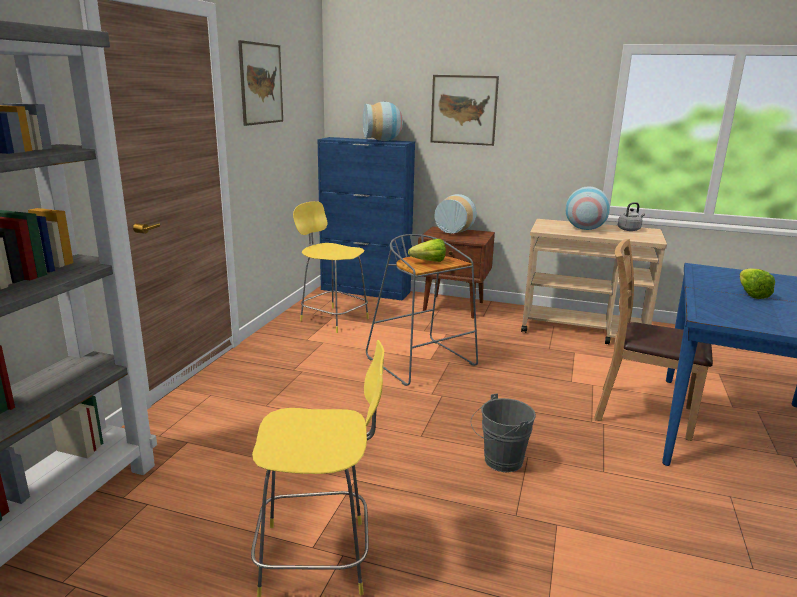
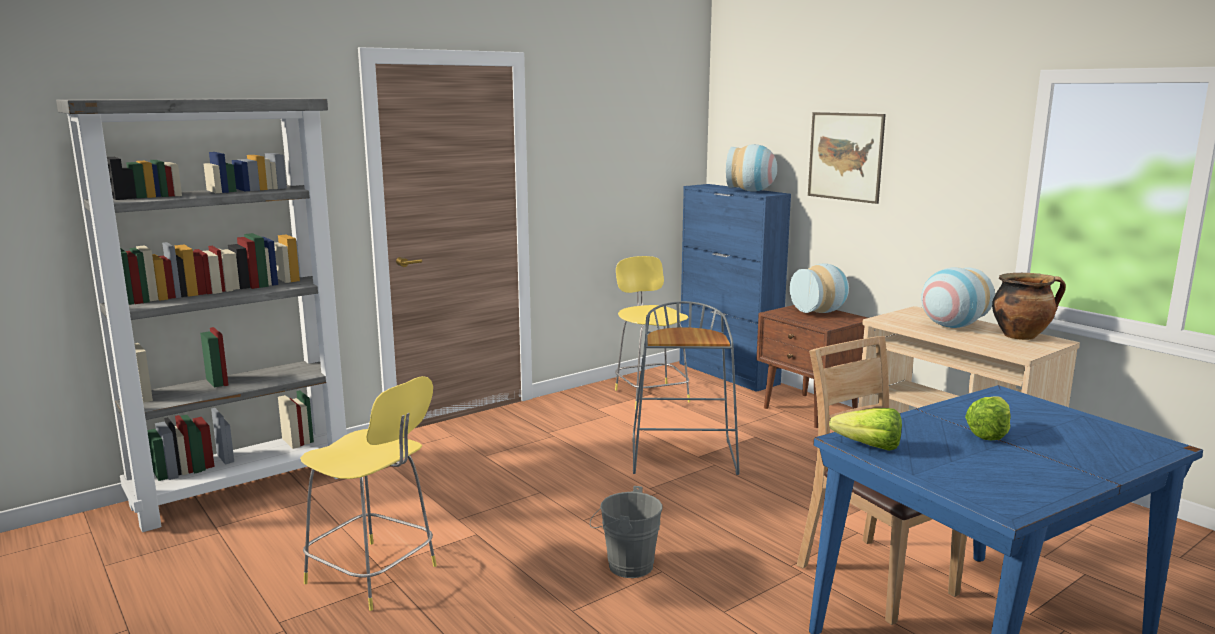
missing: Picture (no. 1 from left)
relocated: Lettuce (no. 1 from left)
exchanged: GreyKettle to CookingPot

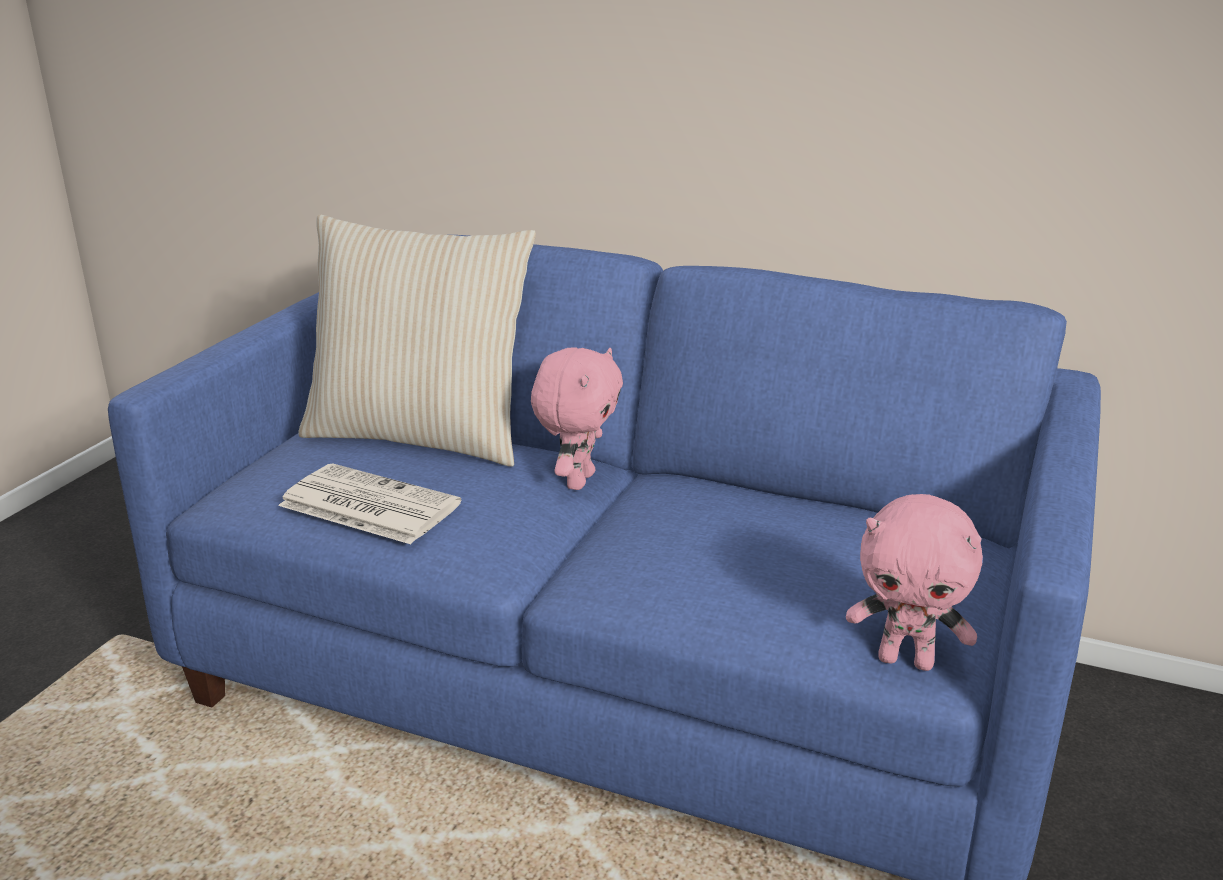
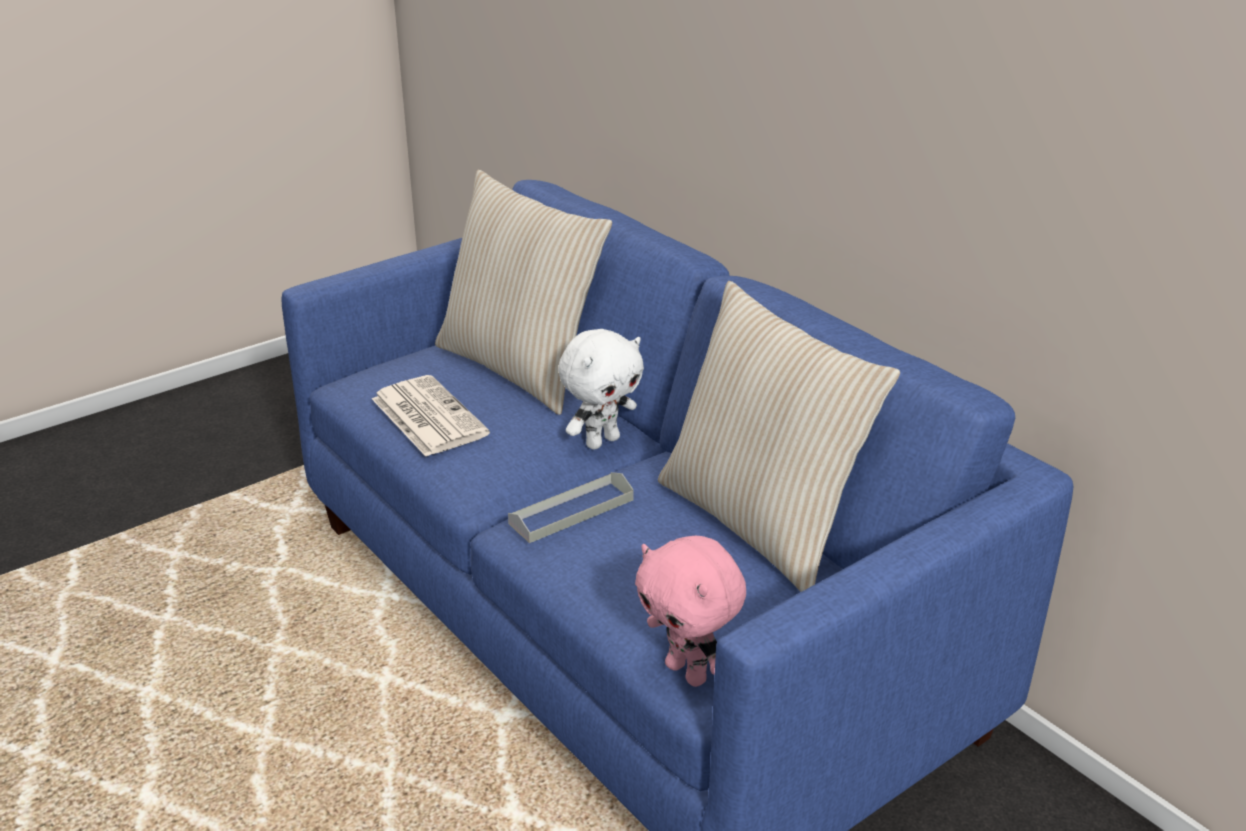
appeared: GreyTray; BeigePillow (no. 2 from left)
colour: PinkPlushToy (no. 1 from left) to WhitePlushToy

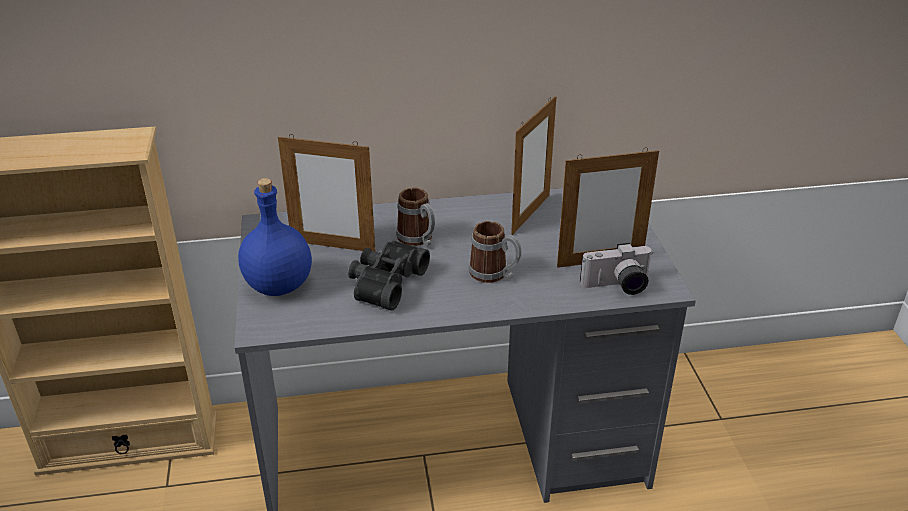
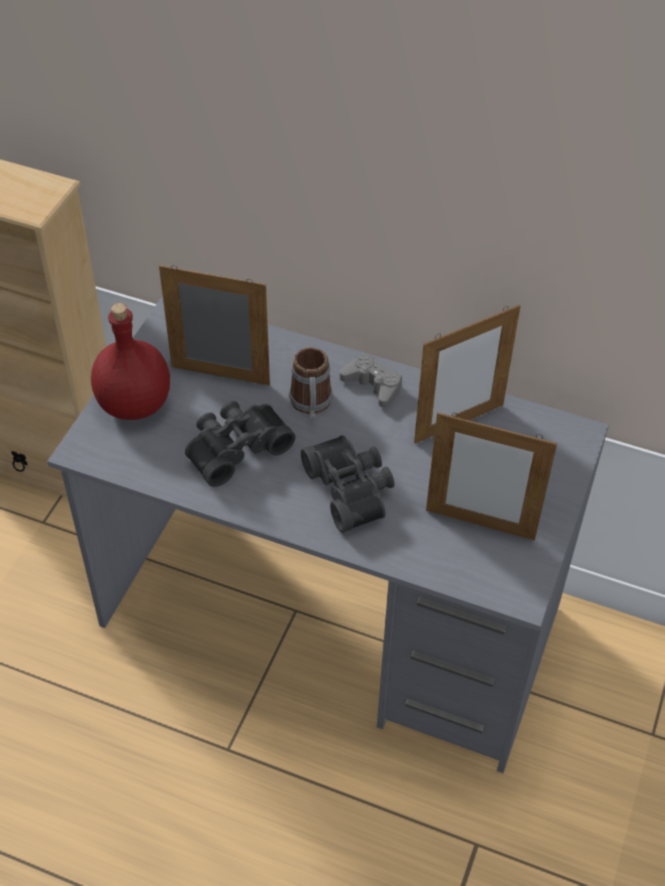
missing: PhotoCamera
appeared: GreyGameController
exchanged: Mug (no. 2 from left) to BlackBinoculars (no. 2 from left)
colour: BlueBottle to RedBottle
spun: PictureFrame (no. 1 from left) 150 degrees clockwise

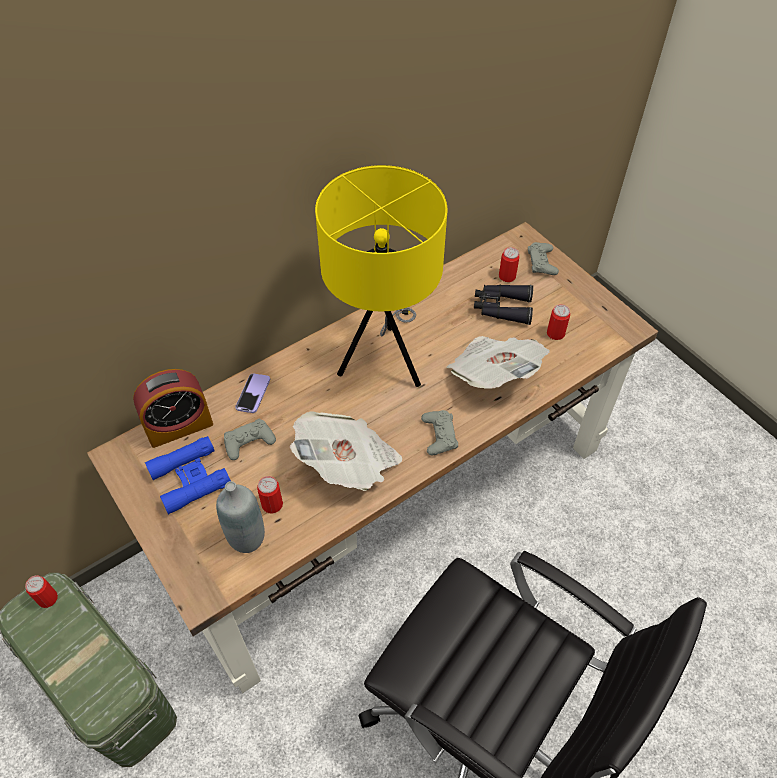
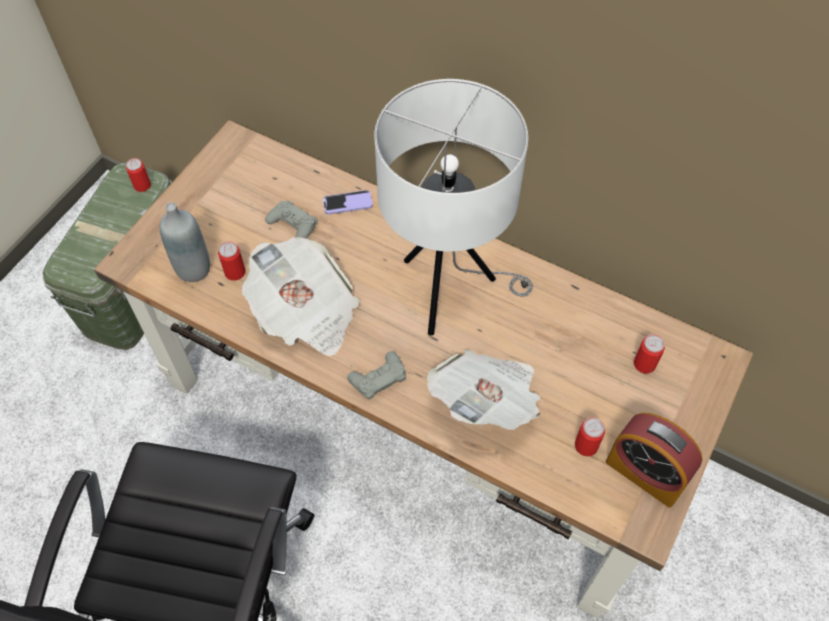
missing: BlueBinoculars; BlackBinoculars; GreyGameController (no. 3 from left)
relocated: AlarmClock
colour: YellowTableLamp to WhiteTableLamp

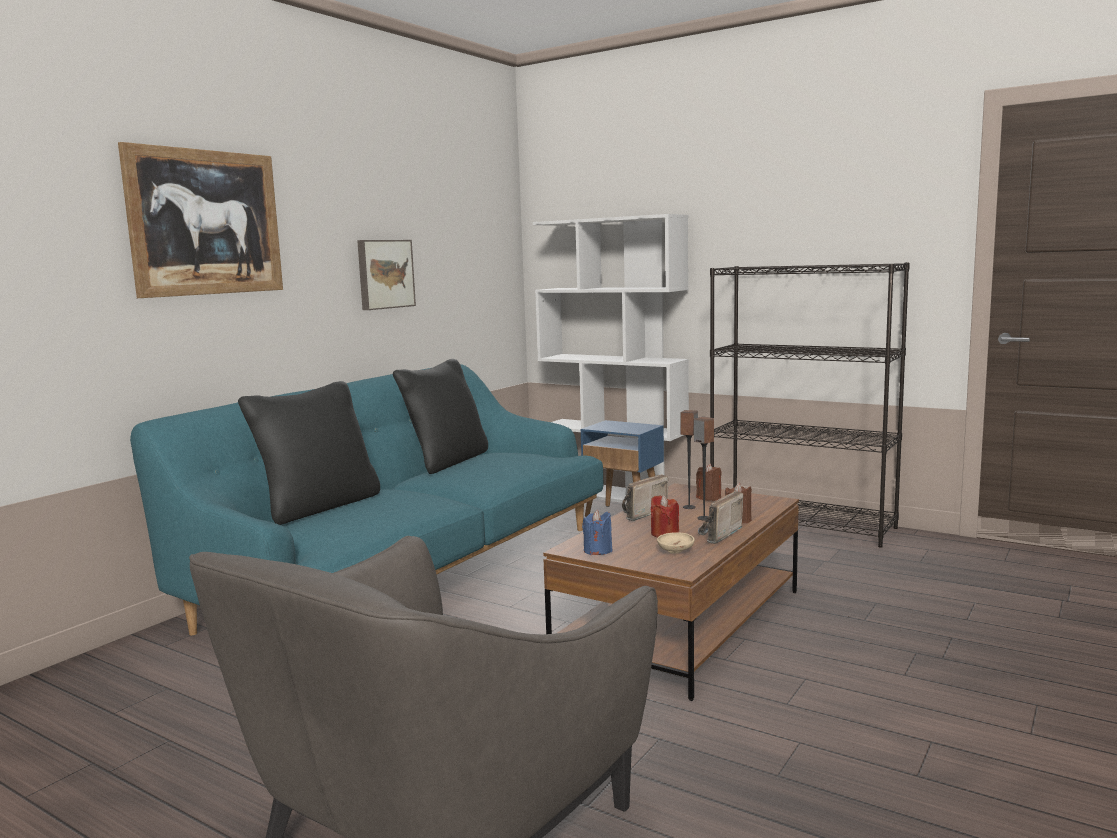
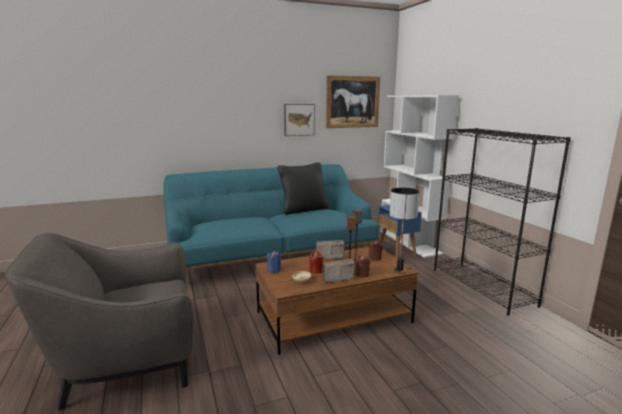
missing: BlackPillow (no. 1 from left)
appeared: TableLamp
relocated: Picture (no. 1 from left in the first image) to Picture (no. 2 from left)

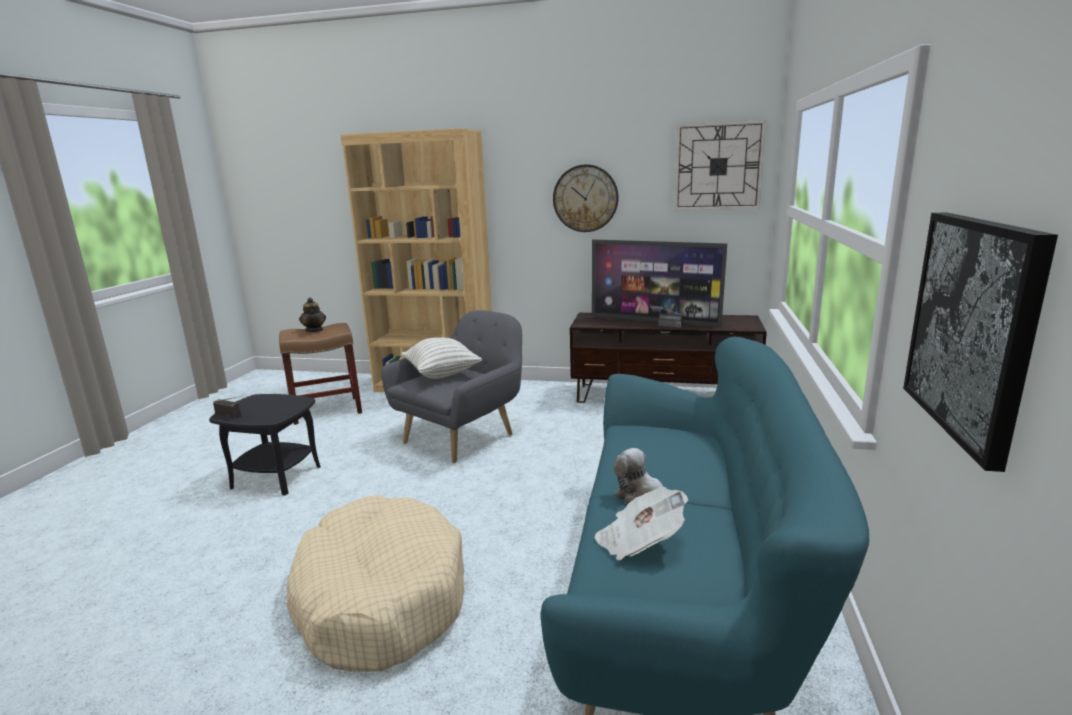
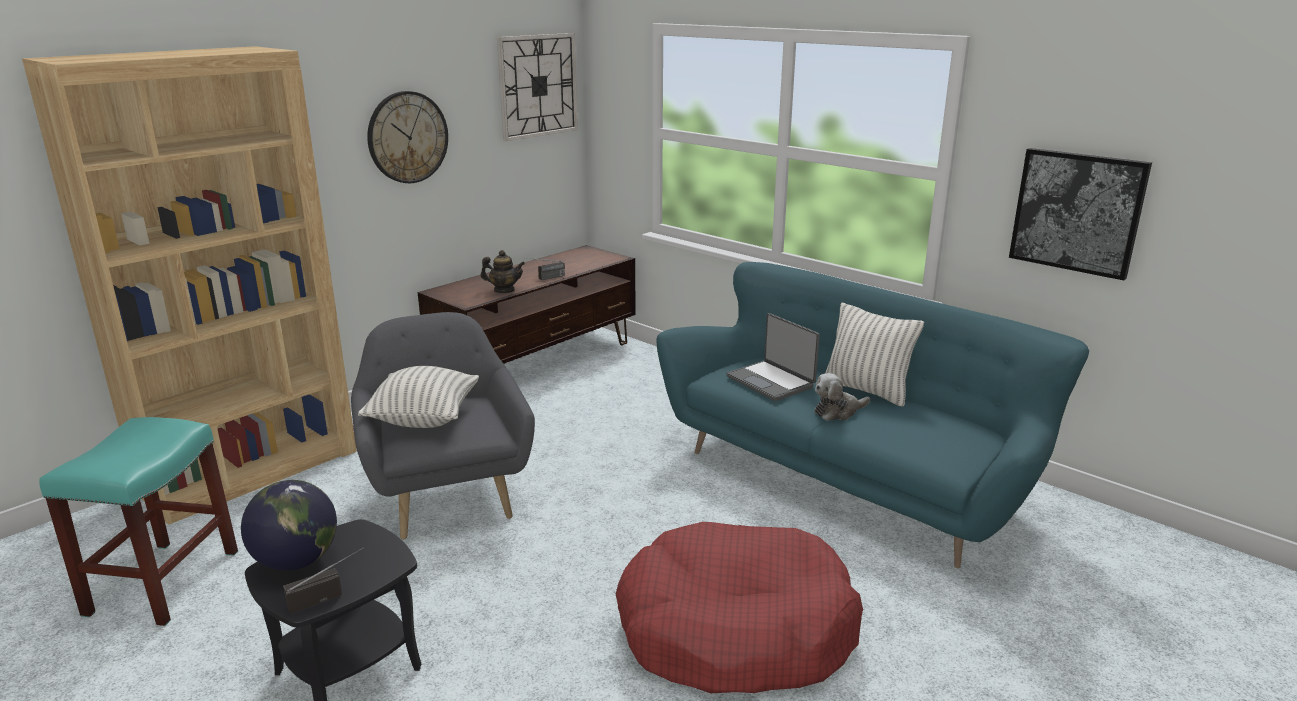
missing: Television; Newspaper
appeared: Globe; Laptop; Pillow (no. 2 from left)
relocated: Teapot
colour: BrownStool to TurquoiseStool; BeigeDogBed to RedDogBed

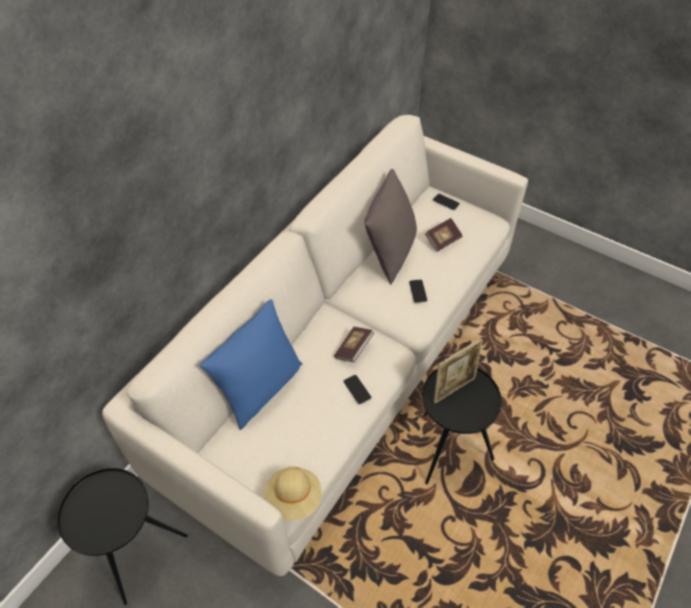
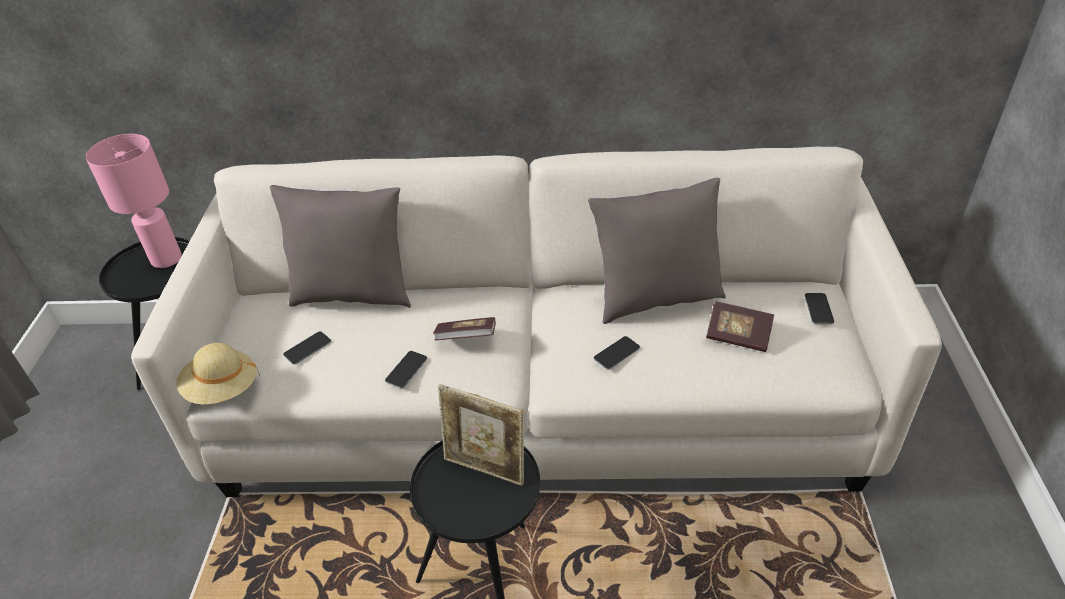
appeared: PinkTableLamp; Phone (no. 1 from left)
colour: BluePillow to GreyPillow (no. 1 from left)

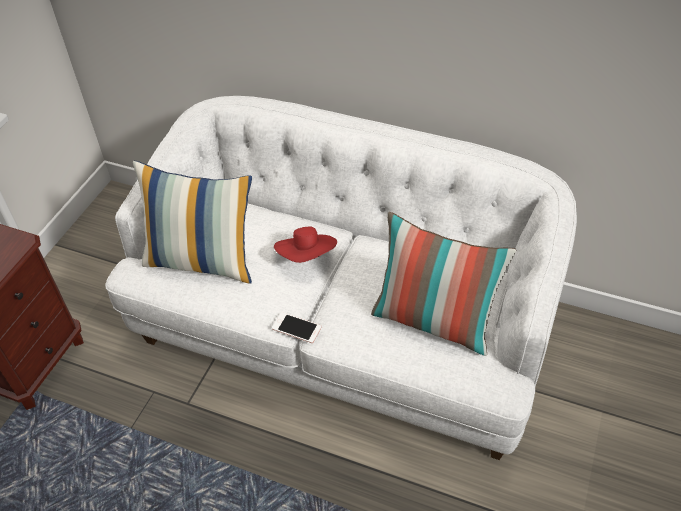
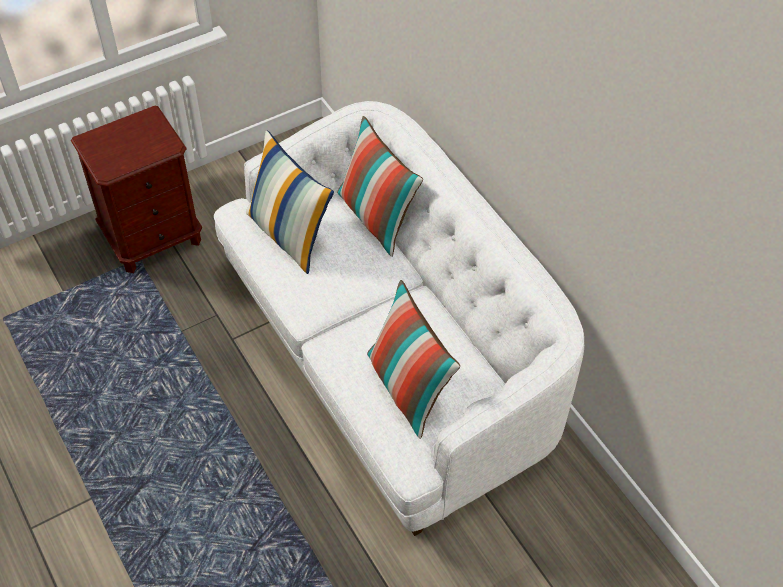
missing: Phone; RedHat
appeared: Pillow (no. 2 from left)

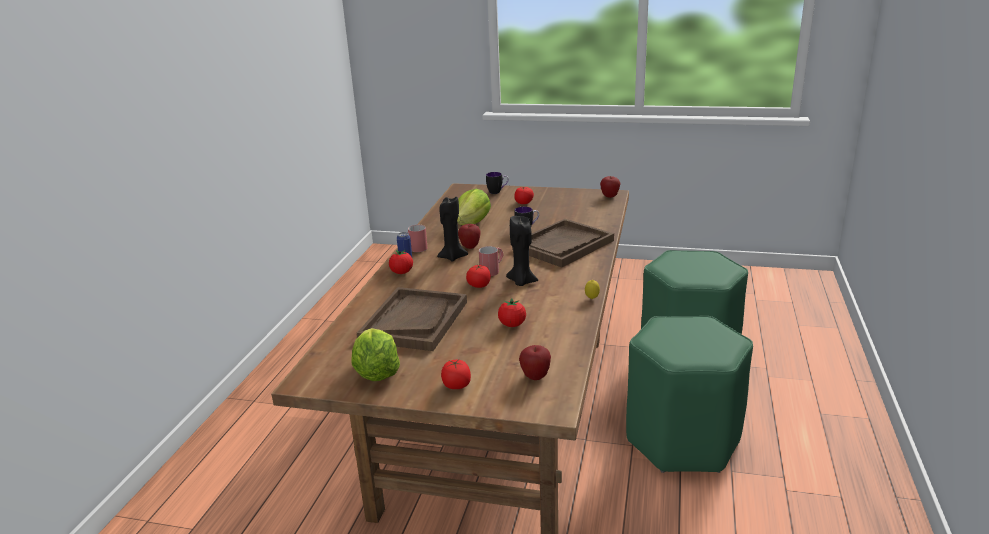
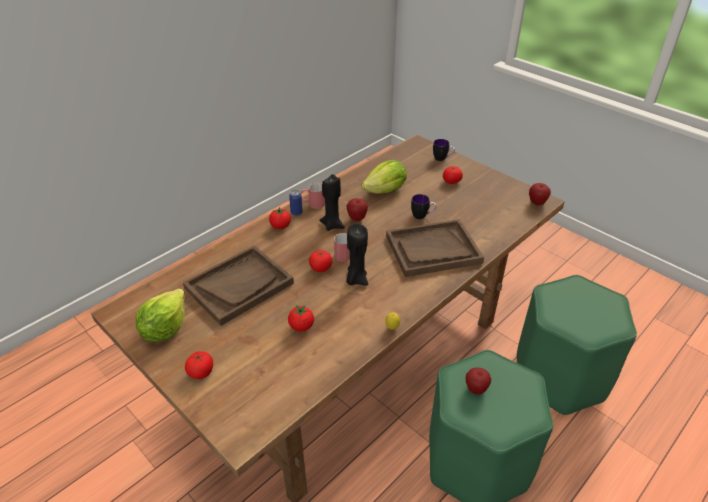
relocated: Apple (no. 2 from left)

